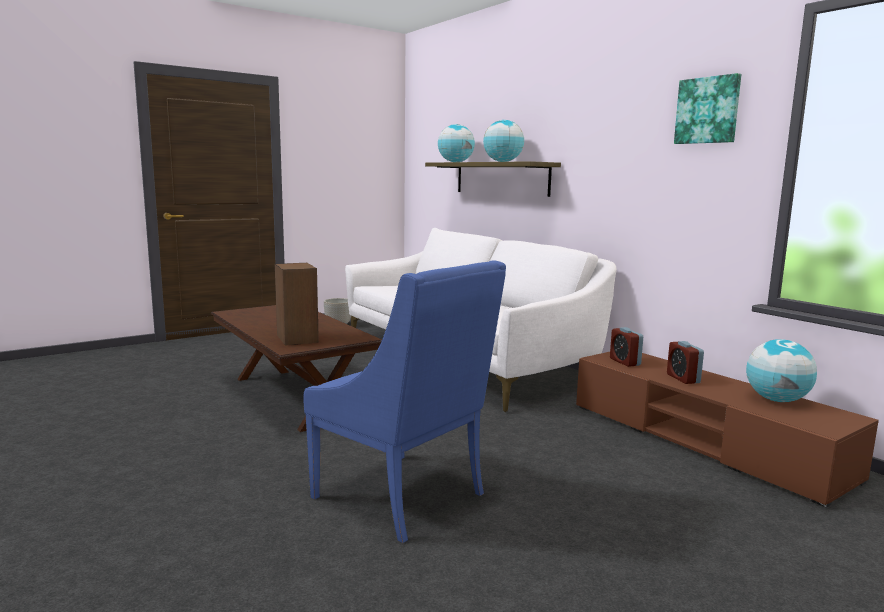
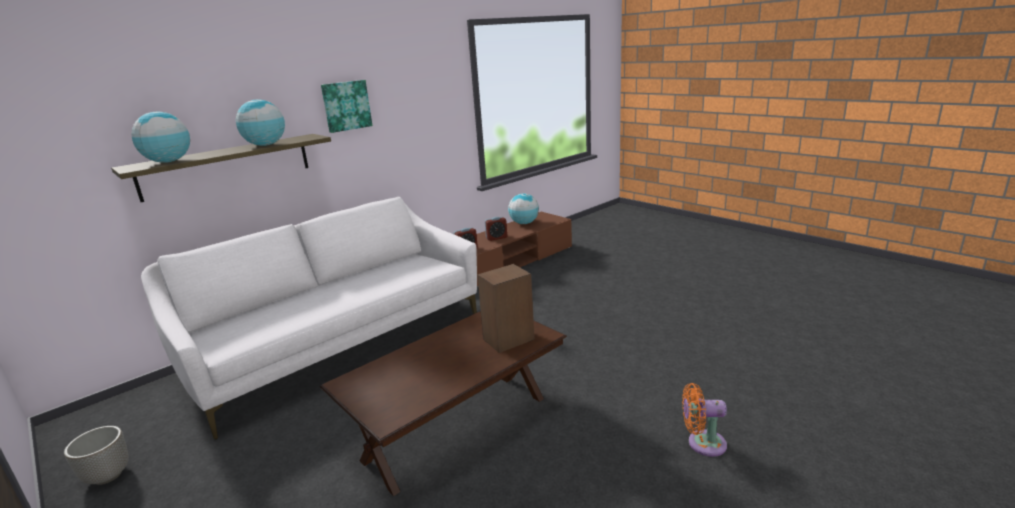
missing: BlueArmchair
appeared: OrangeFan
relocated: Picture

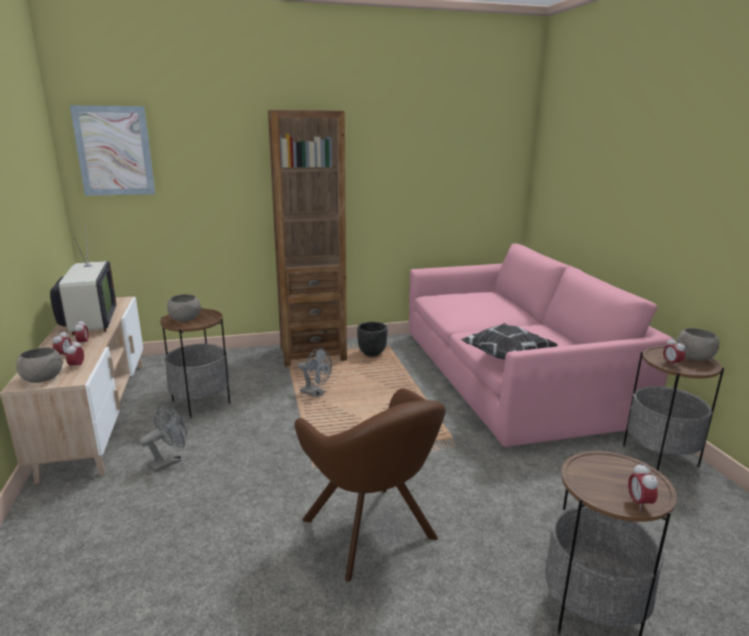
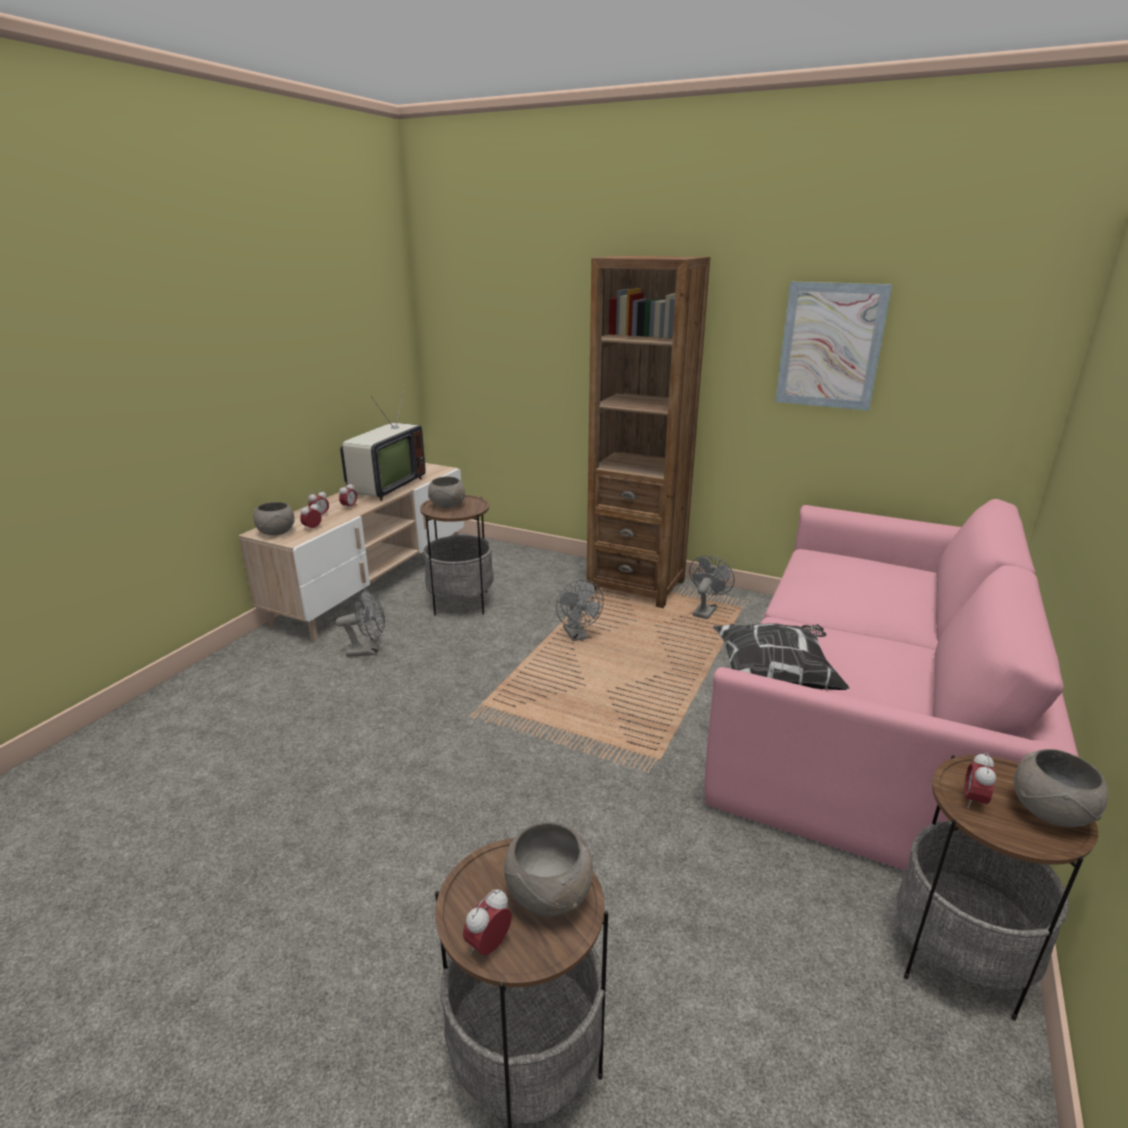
missing: BrownArmchair
appeared: GreyBowl (no. 3 from left)
relocated: Picture
exchanged: BlackPlanter to GreyFan (no. 3 from left)

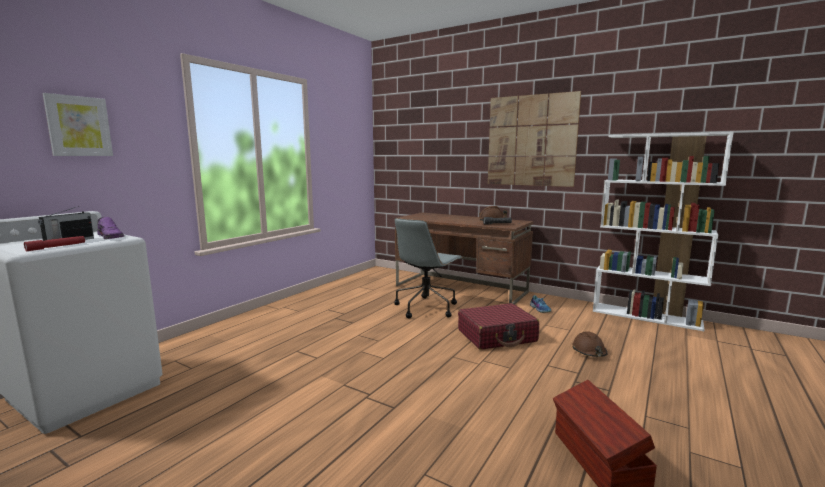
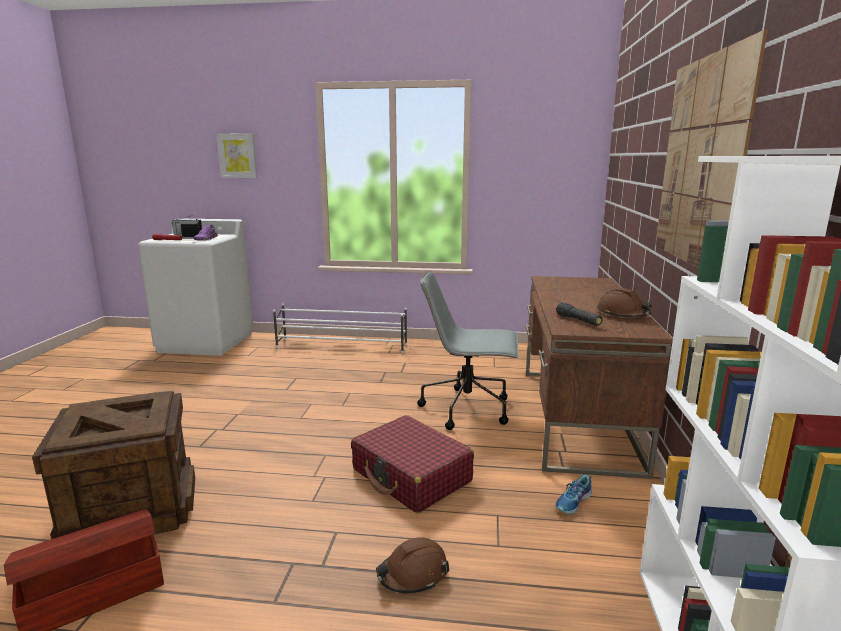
appeared: Crate; WhiteShoeRack

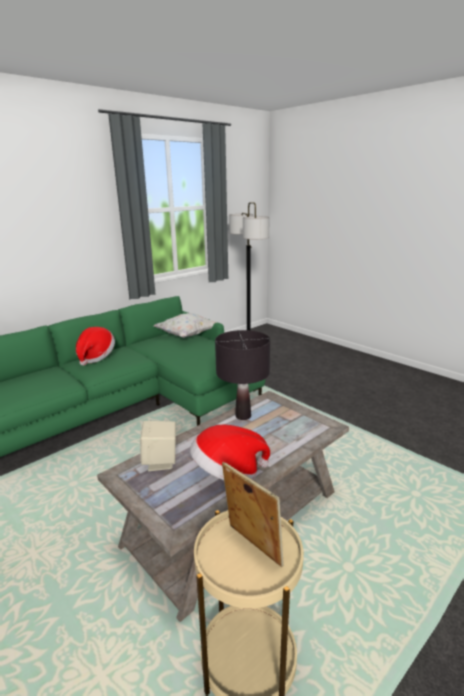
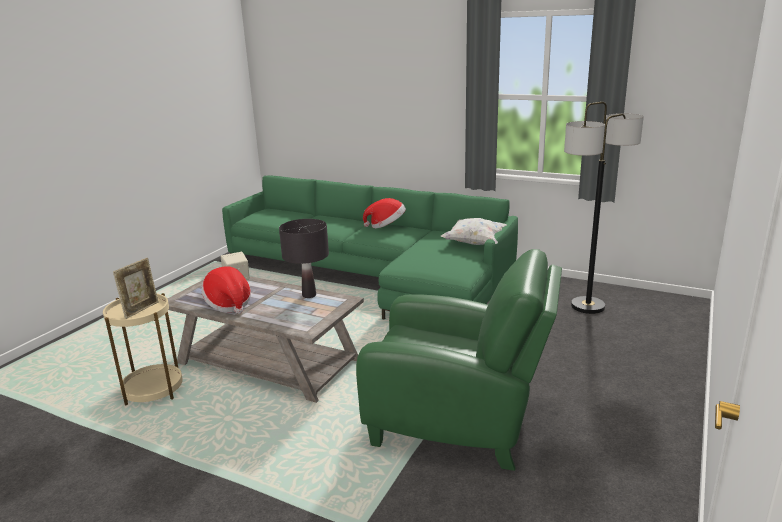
appeared: GreenArmchair

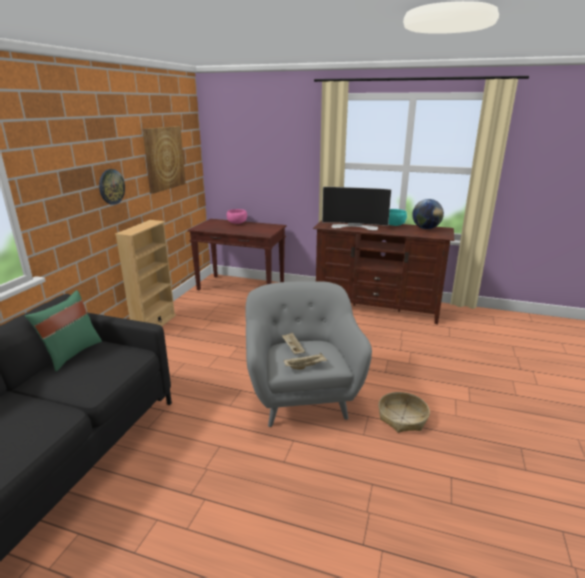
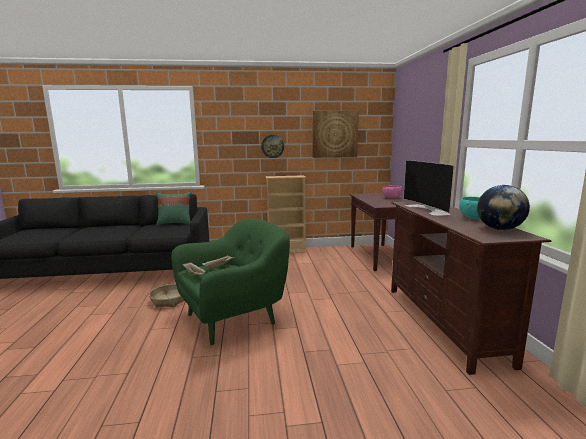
relocated: Basket
colour: GreyArmchair to GreenArmchair

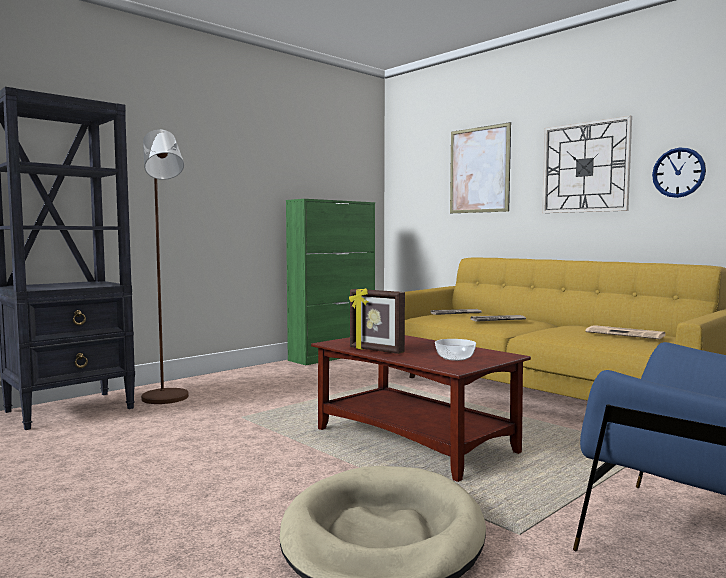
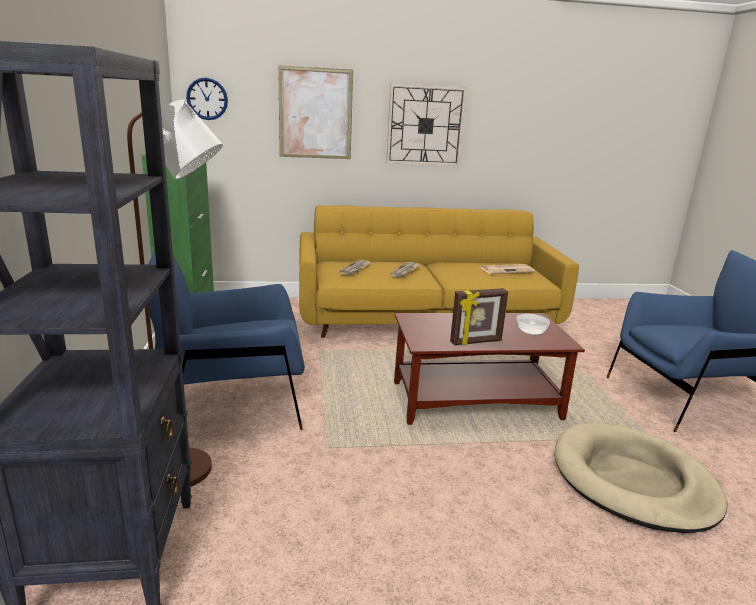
appeared: BlueArmchair (no. 1 from left)
relocated: WallClock (no. 2 from left in the first image) to WallClock (no. 1 from left)

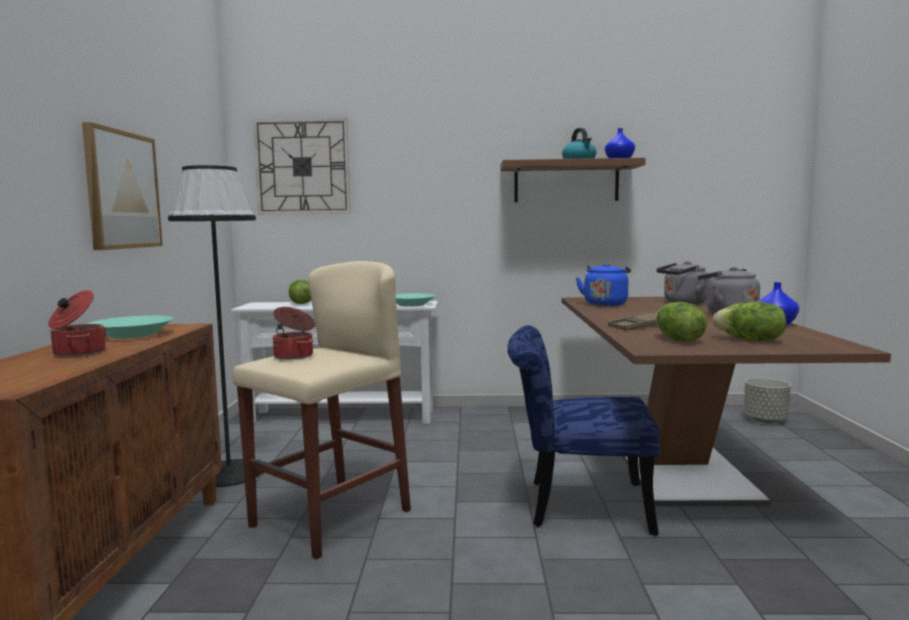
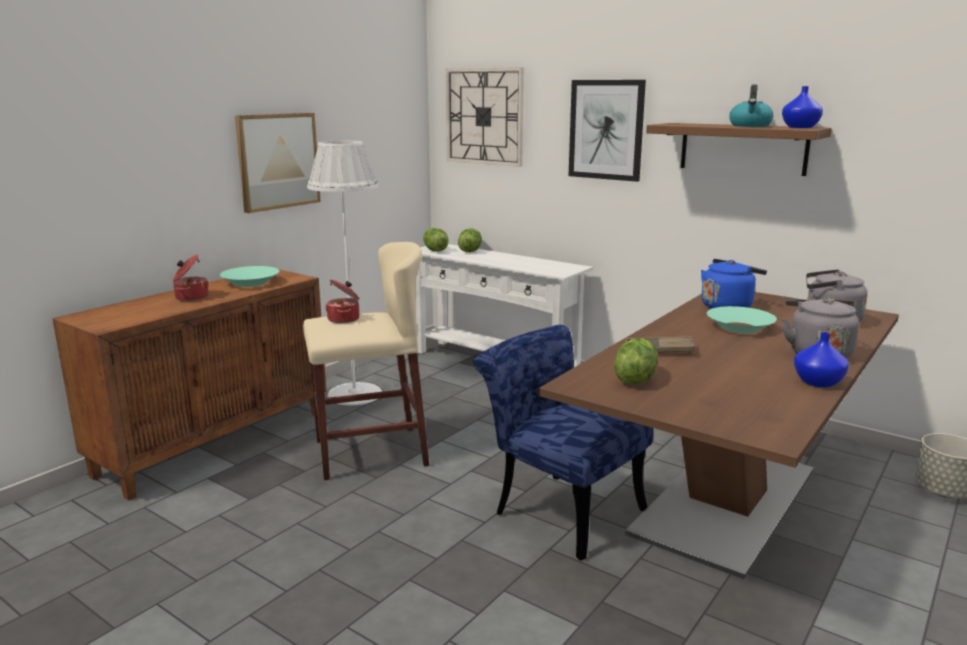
appeared: Picture (no. 2 from left)
relocated: Lettuce (no. 3 from left in the first image) to Lettuce (no. 1 from left); TurquoiseBowl (no. 2 from left)
colour: BlackFloorLamp to WhiteFloorLamp

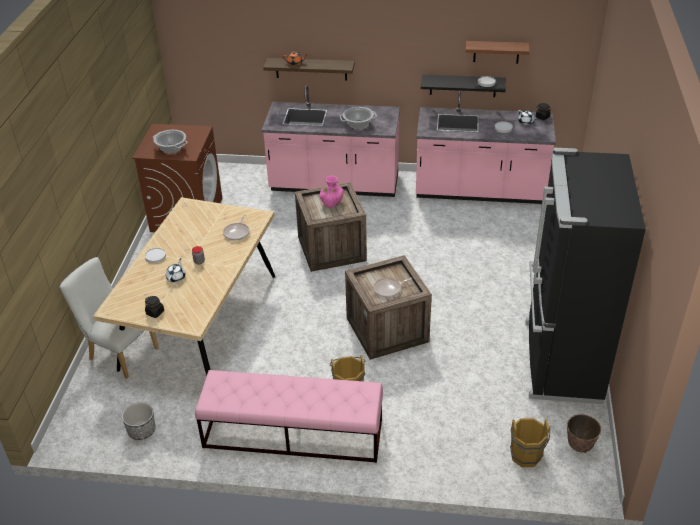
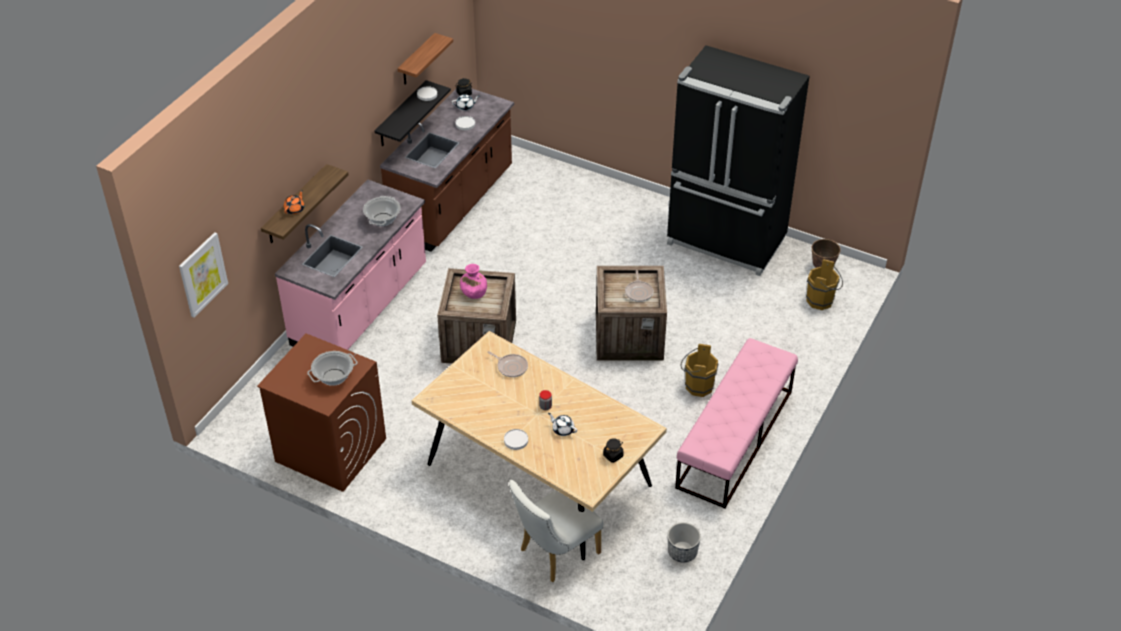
appeared: Picture
colour: PinkCounter (no. 2 from left) to BrownCounter

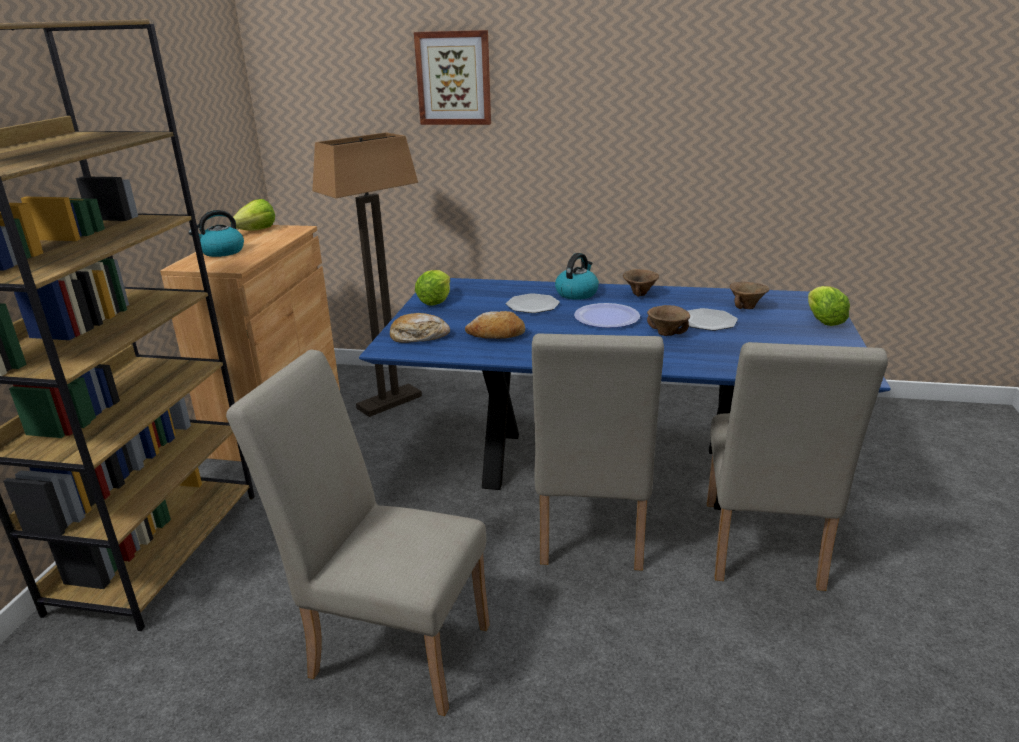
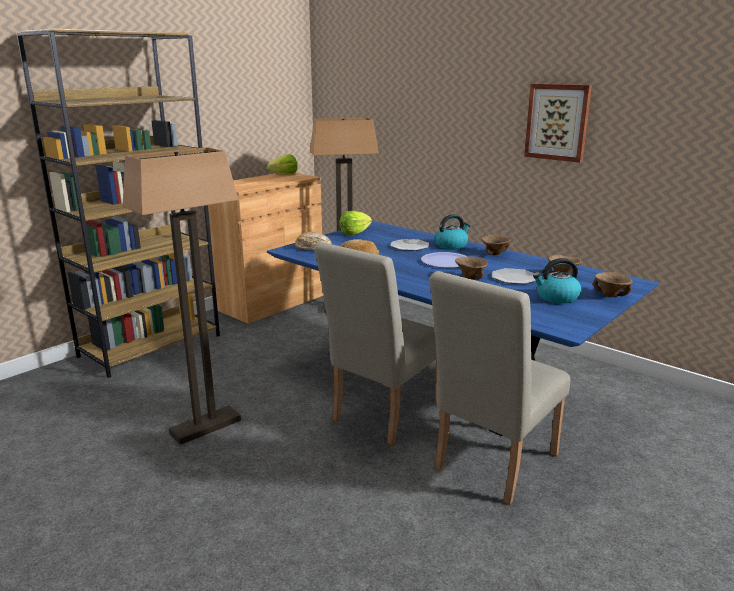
relocated: Picture; Kettle (no. 1 from left in the first image) to Kettle (no. 2 from left)
exchanged: BeigeChair (no. 1 from left) to FloorLamp (no. 1 from left); Lettuce (no. 3 from left) to BrownBowl (no. 4 from left)

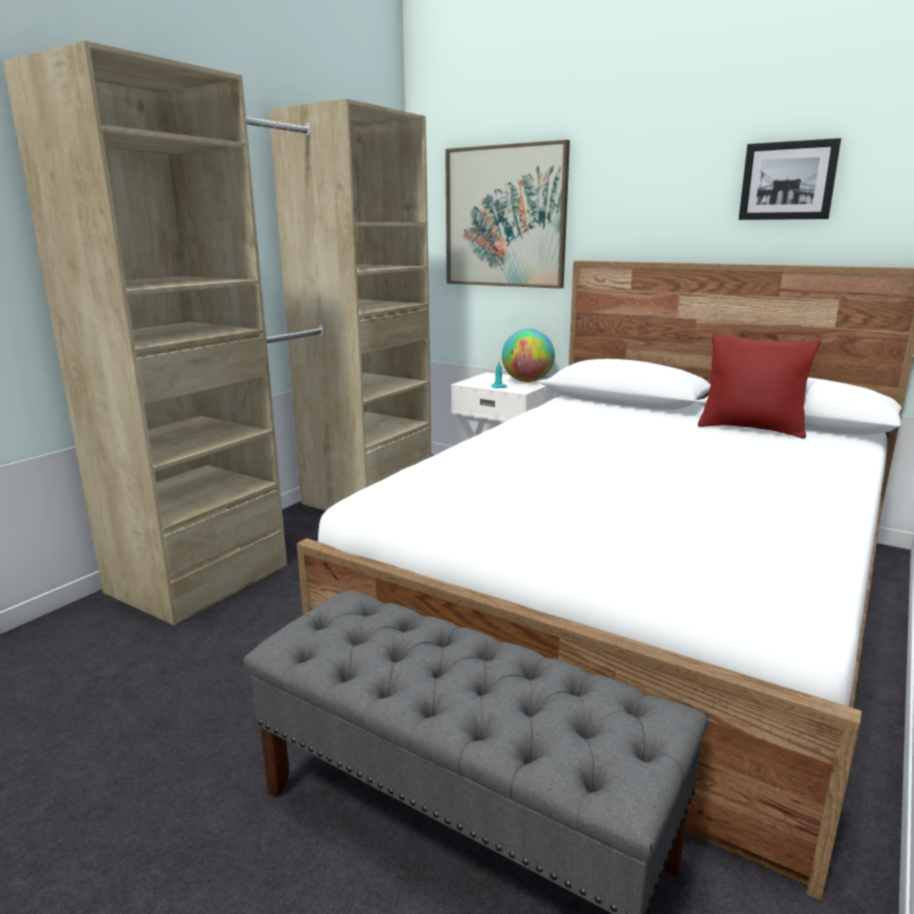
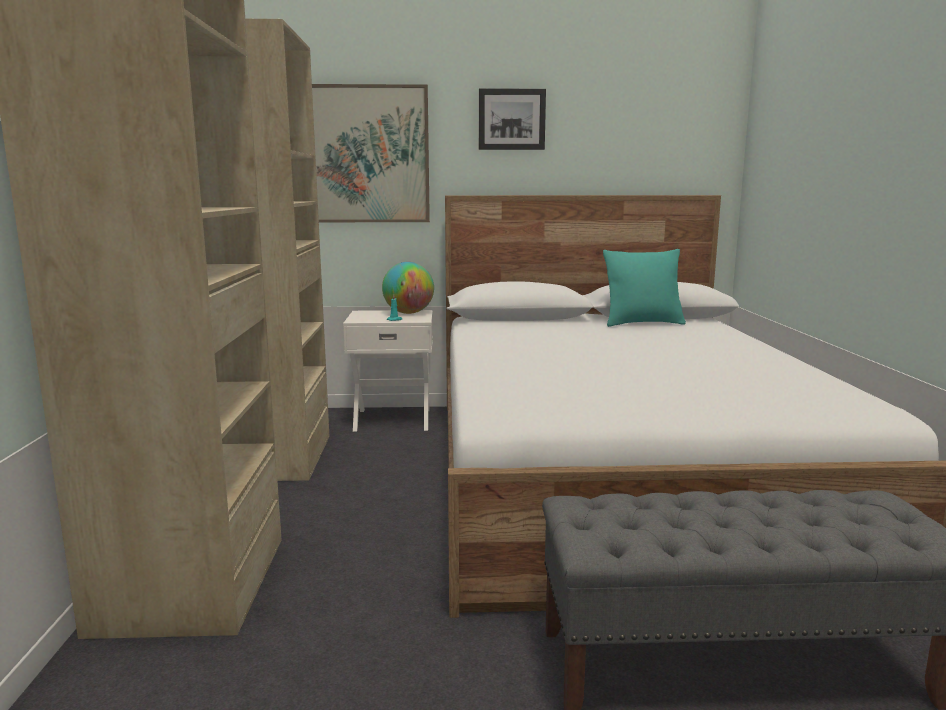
relocated: Picture (no. 2 from left)
colour: RedPillow to TurquoisePillow

